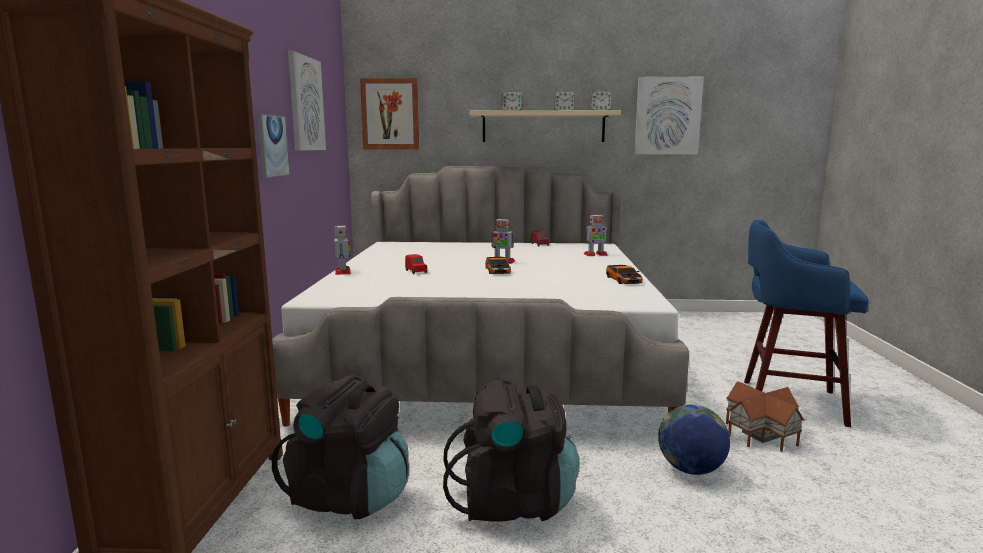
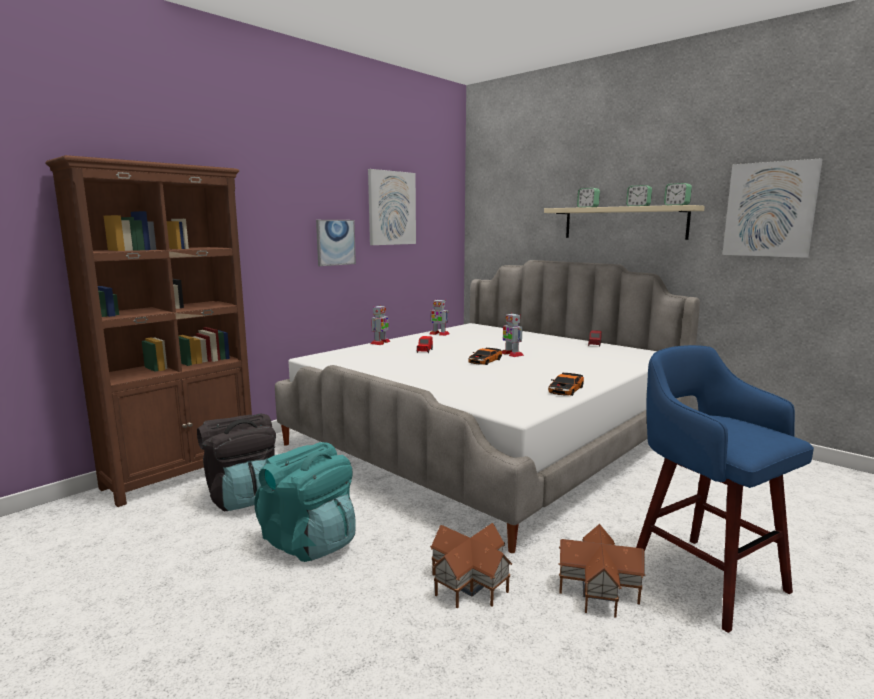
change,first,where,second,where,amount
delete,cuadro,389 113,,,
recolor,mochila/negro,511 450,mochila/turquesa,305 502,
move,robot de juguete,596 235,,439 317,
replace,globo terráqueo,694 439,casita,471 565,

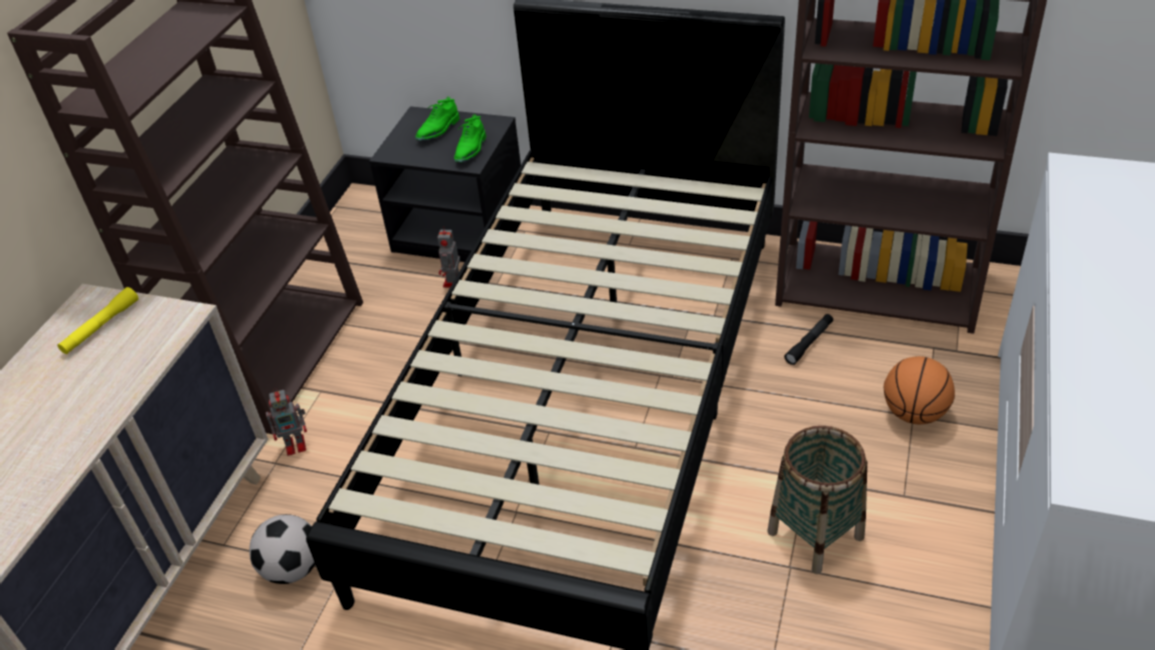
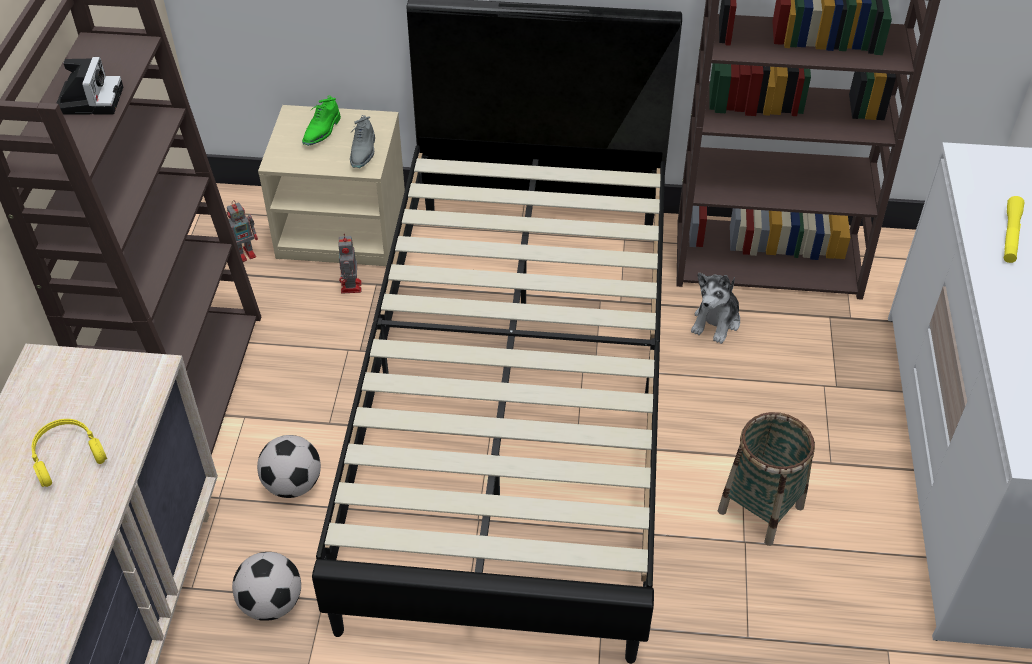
change,first,where,second,where,amount
move,linterna/amarillo,98 320,,1014 229,
move,robot de juguete,286 422,,242 231,
recolor,mesita de noche/negro,445 184,mesita de noche/beis,331 186,
recolor,zapato/verde,470 138,zapato/gris,362 141,
replace,linterna/negro,808 339,peluche,715 308,
delete,balón de baloncesto,919 390,,,
insert,,,auriculares/amarillo,69 453,
insert,,,cámara,89 86,
insert,,,balón de fútbol,289 466,

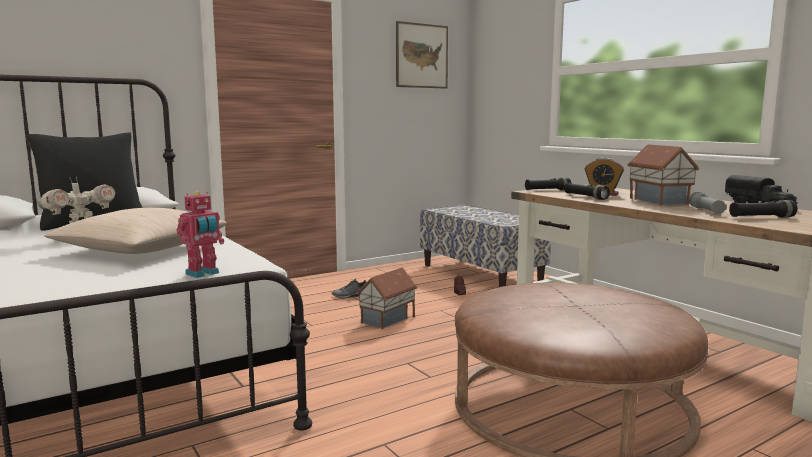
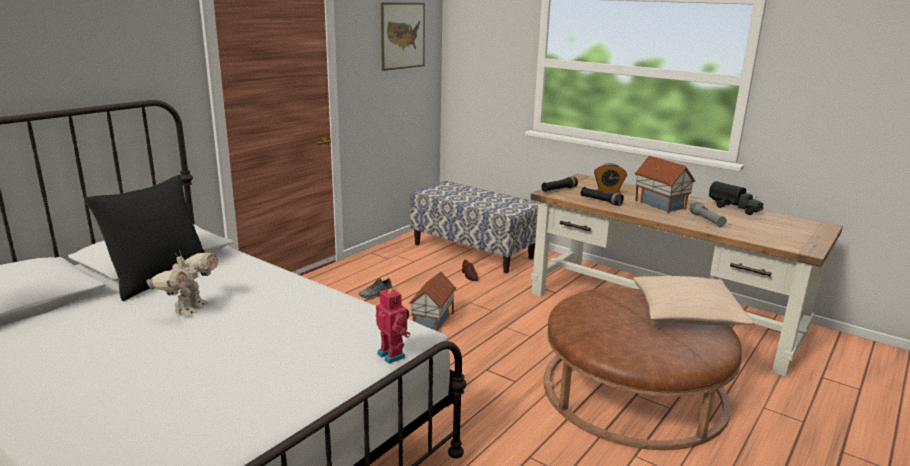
change,first,where,second,where,amount
move,cojín/beis,136 231,,693 300,
rotate,robot de juguete,200 234,,393 325,60 degrees counterclockwise
delete,linterna/negro,763 208,,,

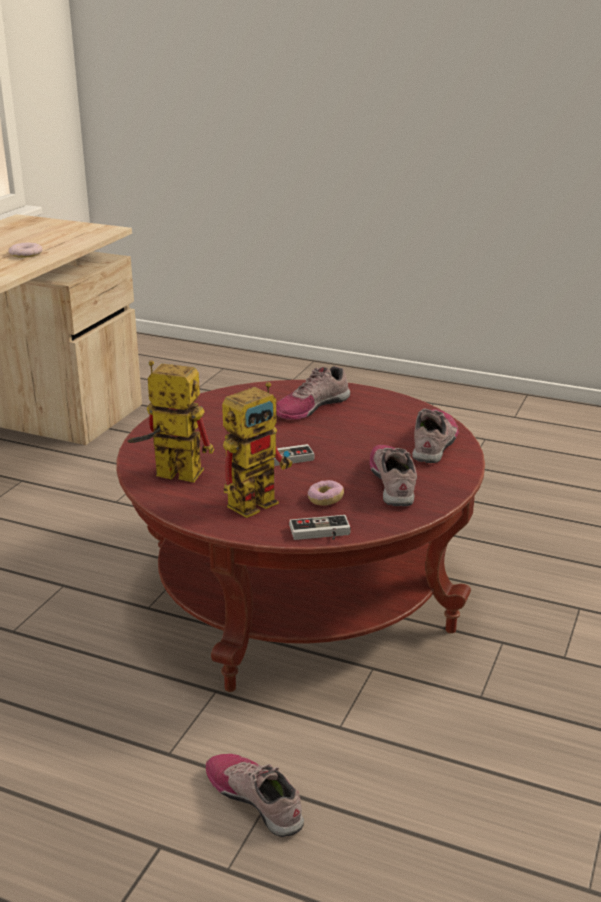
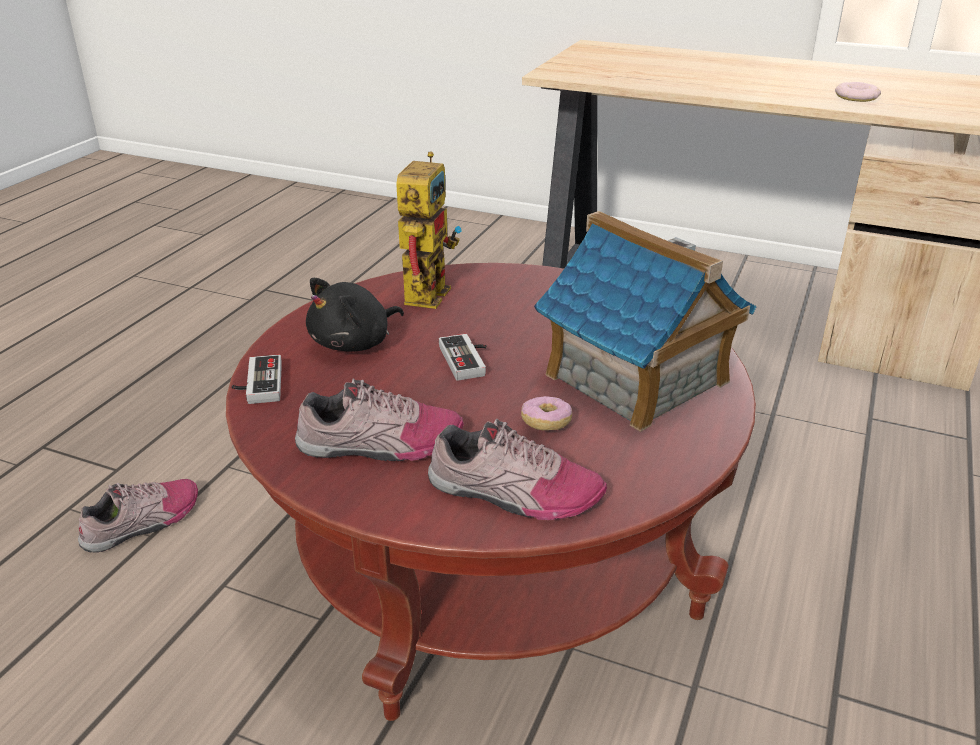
change,first,where,second,where,amount
replace,robot de juguete,257 450,peluche/negro,355 315,
replace,zapato,313 393,casita,645 321,
move,rosquilla,326 493,,546 413,

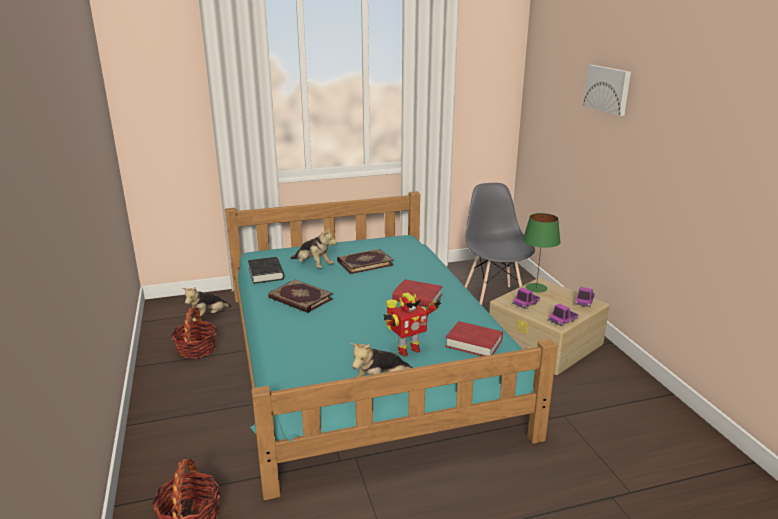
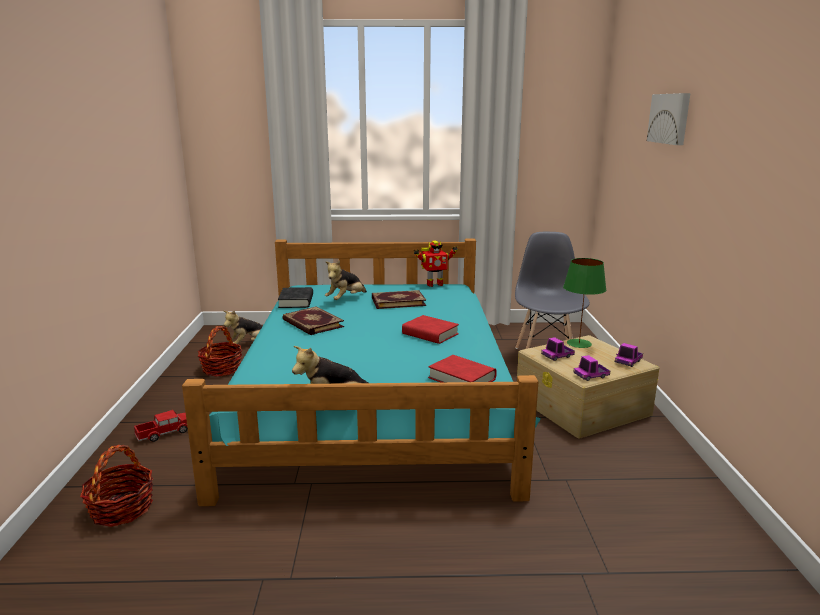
change,first,where,second,where,amount
rotate,peluche,314 247,,346 280,75 degrees clockwise
move,robot de juguete,412 324,,436 263,
insert,,,camión de juguete,161 426,

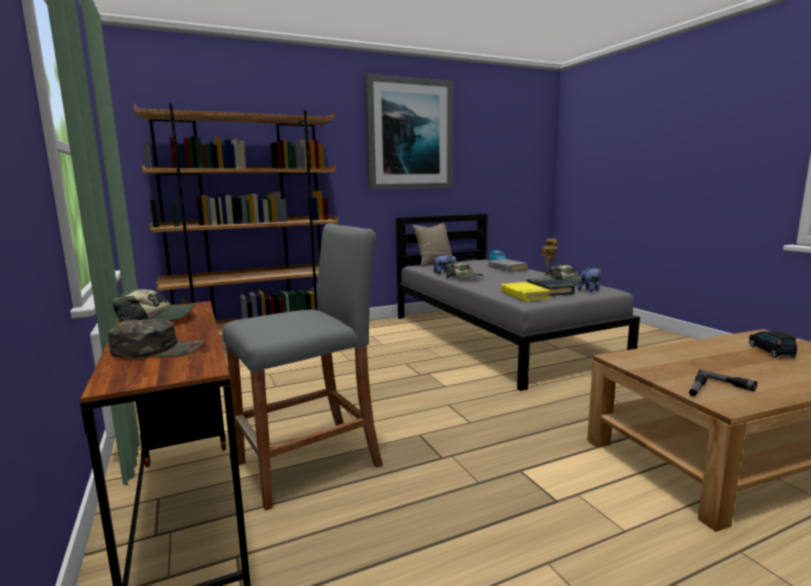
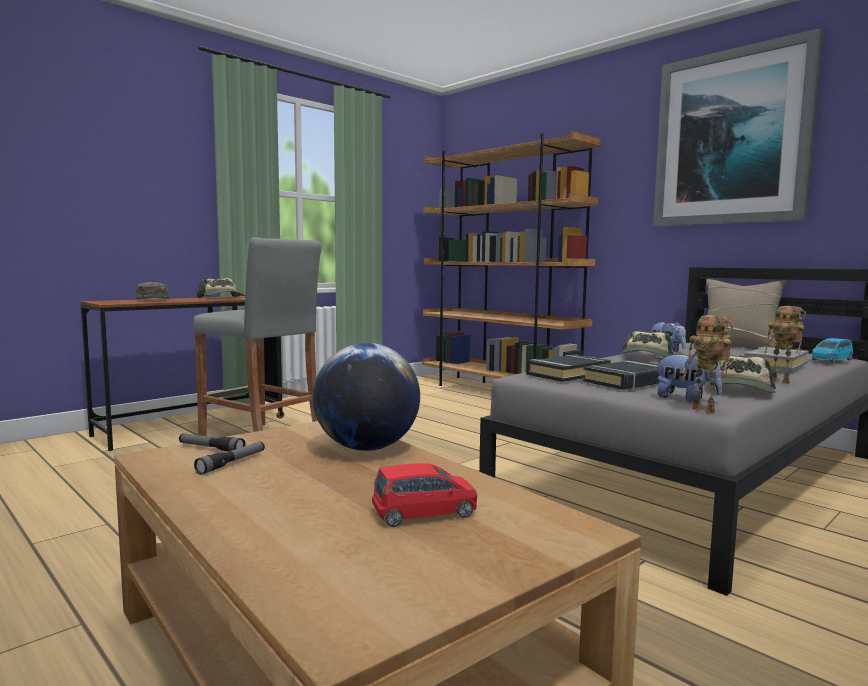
change,first,where,second,where,amount
recolor,libro/amarillo,526 291,libro/negro,568 368,
recolor,coche de juguete/negro,773 344,coche de juguete/rojo,425 495,
insert,,,globo terráqueo,366 397,
insert,,,robot de juguete,708 364,

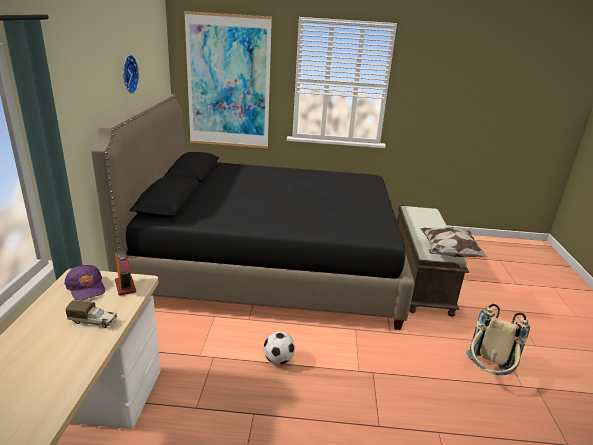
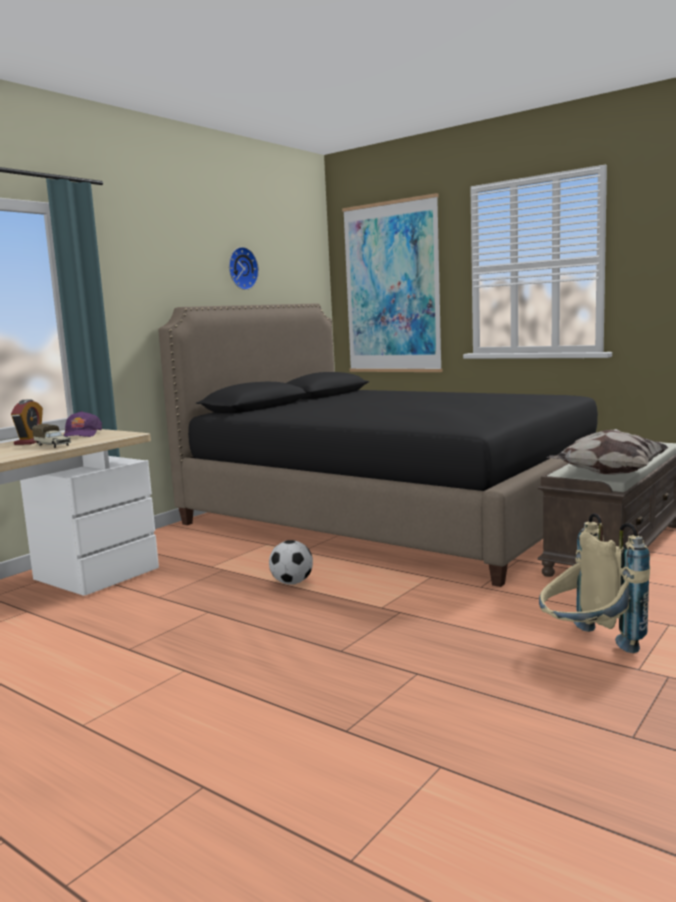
change,first,where,second,where,amount
move,despertador,125 273,,27 422,

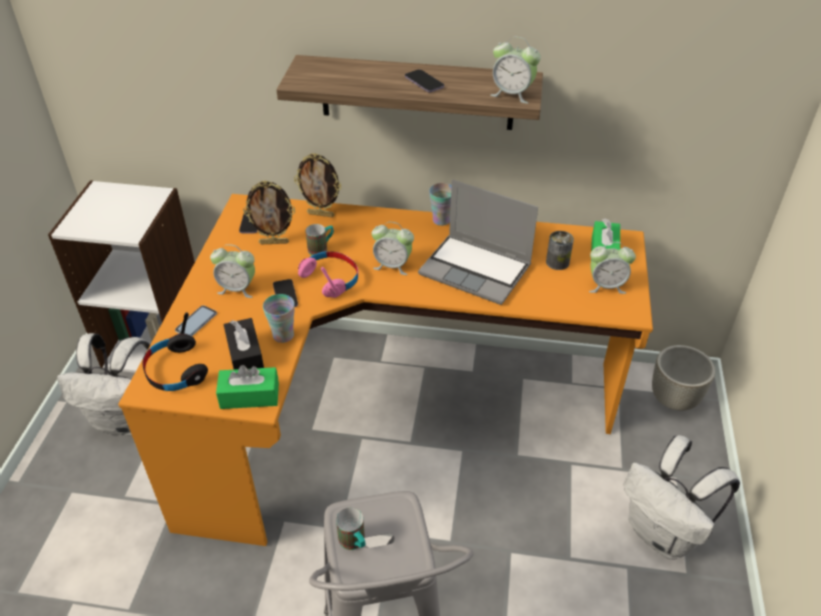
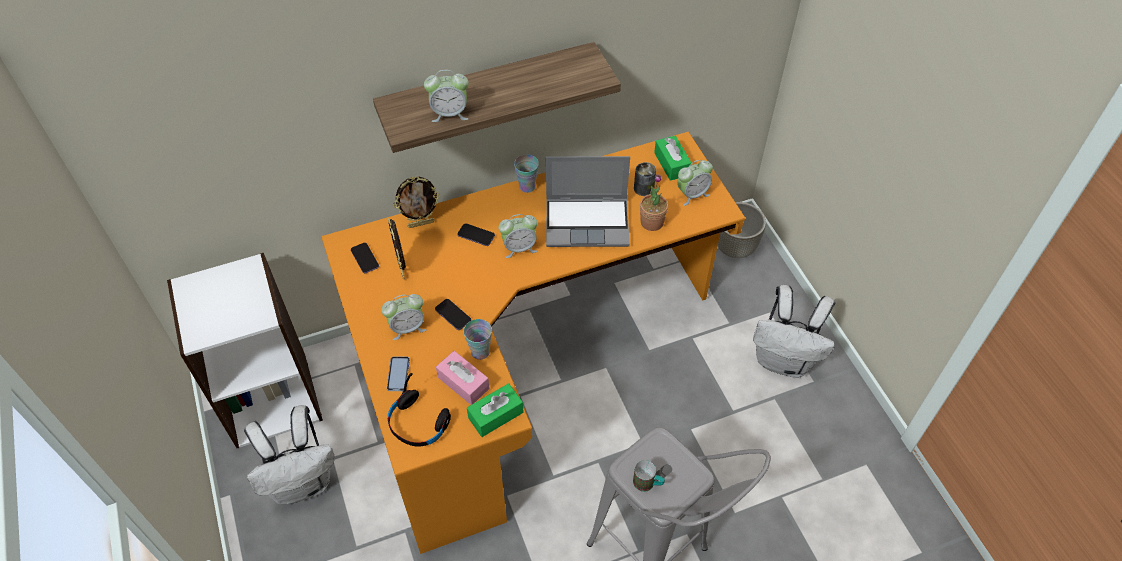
change,first,where,second,where,amount
recolor,caja de pañuelos/negro,243 344,caja de pañuelos/rosa,463 378,
rotate,portarretratos,269 212,,397 249,105 degrees clockwise
delete,auriculares/rosa,328 274,,,
delete,taza grande,320 239,,,
move,móvil,424 81,,476 234,
move,despertador,516 70,,446 96,
insert,,,planta en maceta,654 202,

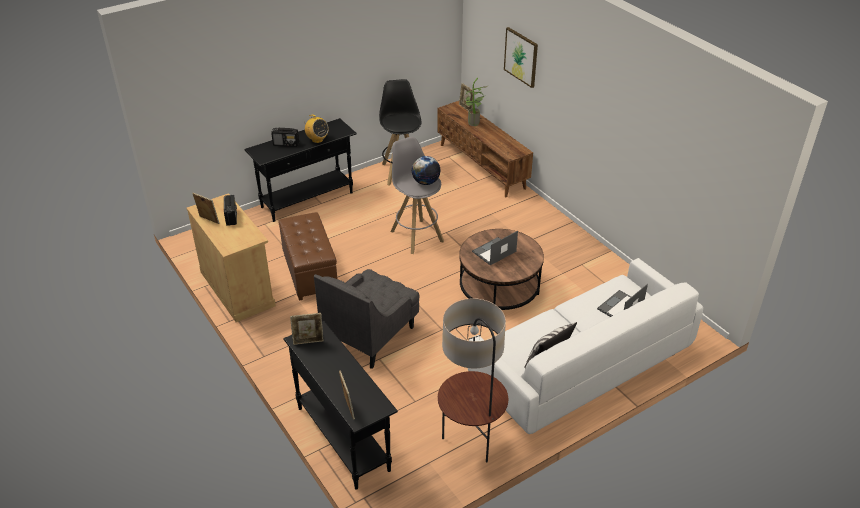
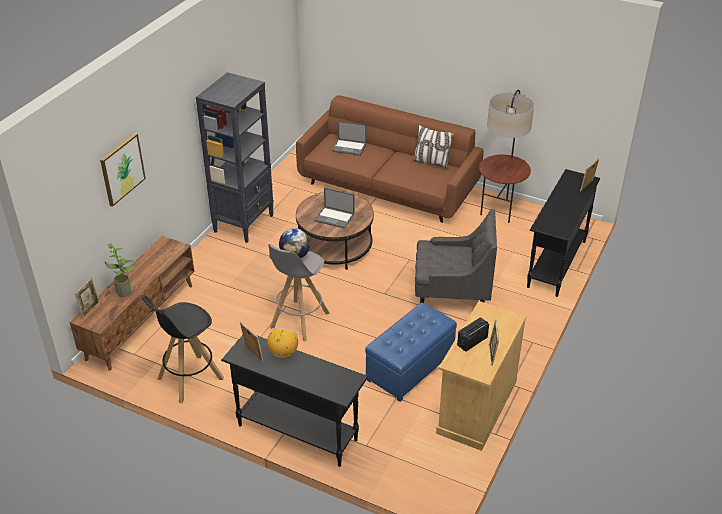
change,first,where,second,where,amount
delete,radio,285 137,,,
recolor,puf/marrón,307 256,puf/azul,411 352,
move,portarretratos,307 329,,252 342,
recolor,sofá/blanco,585 346,sofá/marrón,390 159,
insert,,,estantería/negro,235 157,

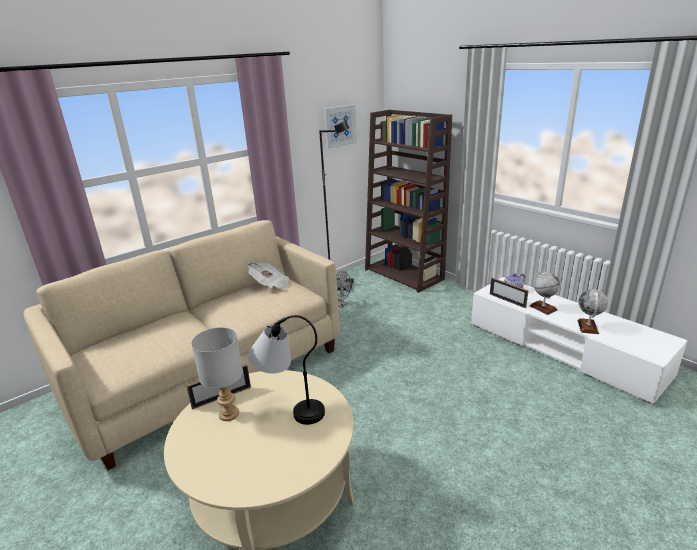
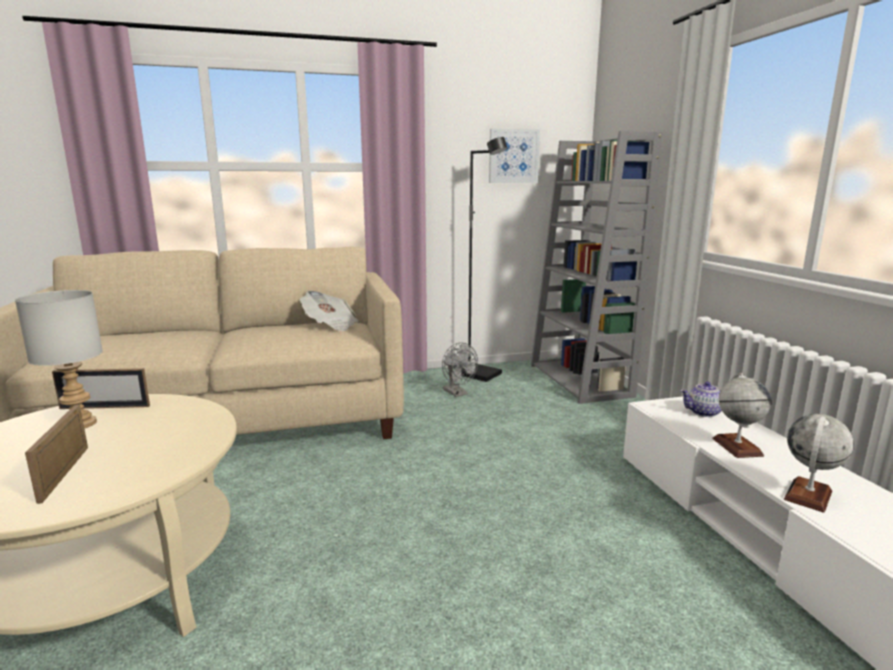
change,first,where,second,where,amount
delete,lámpara de mesa,286 370,,,
recolor,estantería/marrón,408 201,estantería/gris,597 267,
move,portarretratos,509 293,,56 454,

